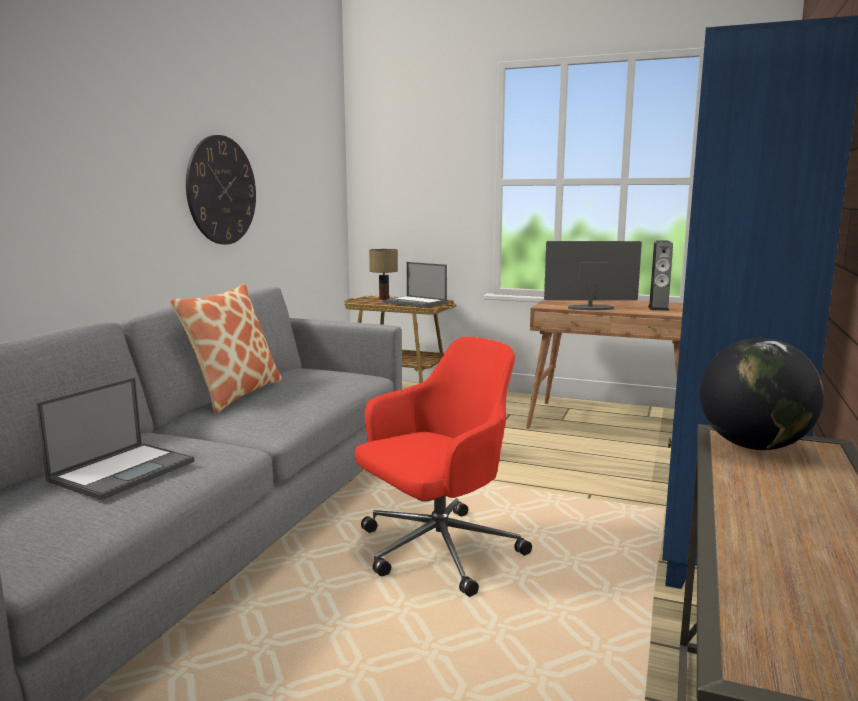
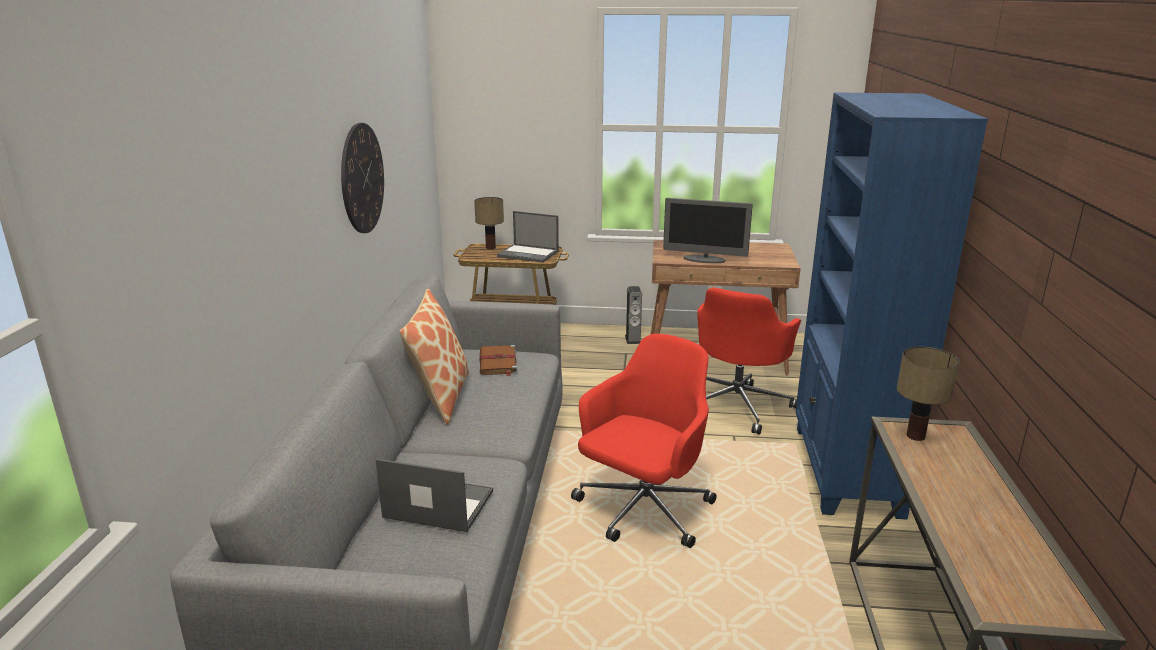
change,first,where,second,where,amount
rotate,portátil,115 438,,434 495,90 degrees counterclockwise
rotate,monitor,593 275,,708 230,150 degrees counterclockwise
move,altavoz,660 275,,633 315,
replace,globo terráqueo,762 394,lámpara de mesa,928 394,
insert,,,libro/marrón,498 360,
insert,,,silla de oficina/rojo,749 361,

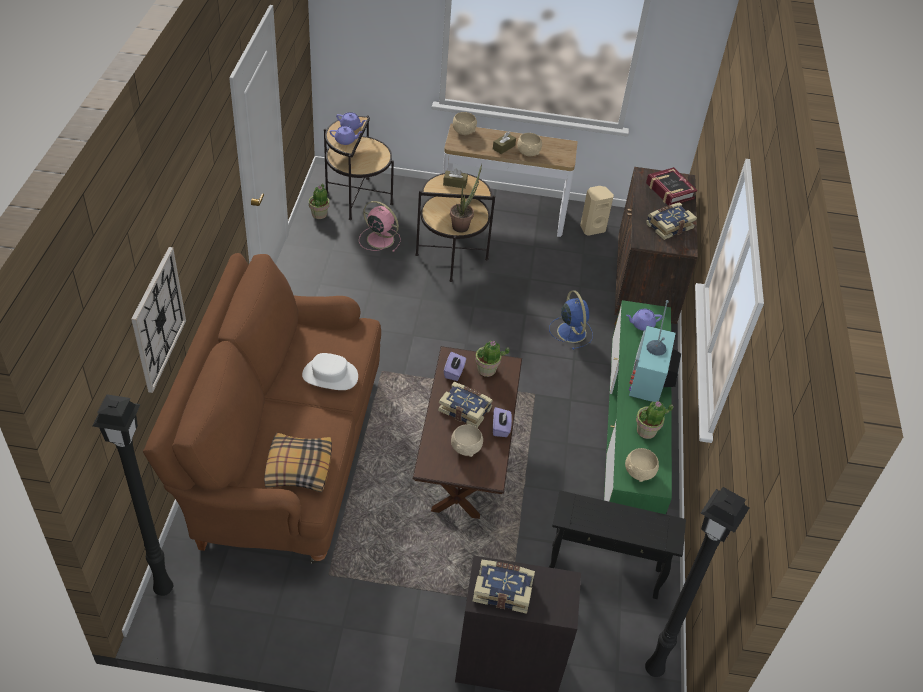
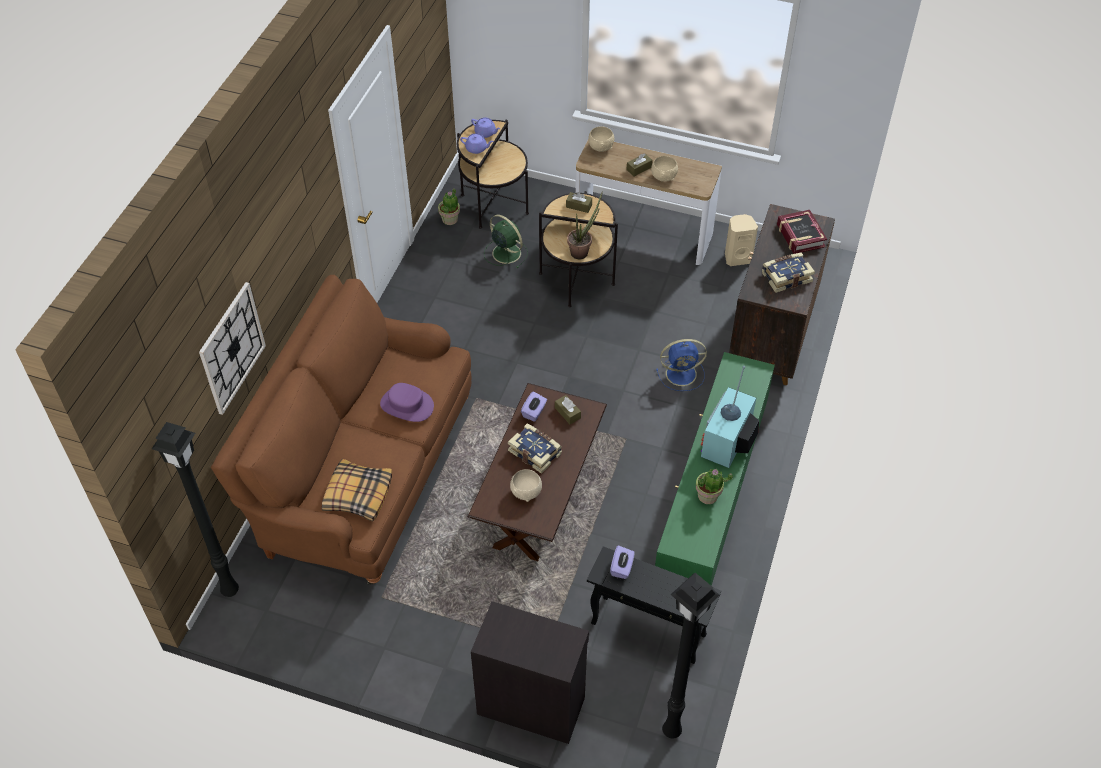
change,first,where,second,where,amount
recolor,sombrero/blanco,330 371,sombrero/morado,407 402,
recolor,ventilador/rosa,380 226,ventilador/verde,506 241,
delete,libro,504 587,,,
replace,planta en maceta,492 359,caja de pañuelos/marrón,568 409,
move,caja de pañuelos/morado,502 422,,622 562,
rotate,ventilador/azul,571 320,,681 365,90 degrees clockwise
delete,cuenco/beis,642 465,,,
delete,tetera/morado,644 320,,,

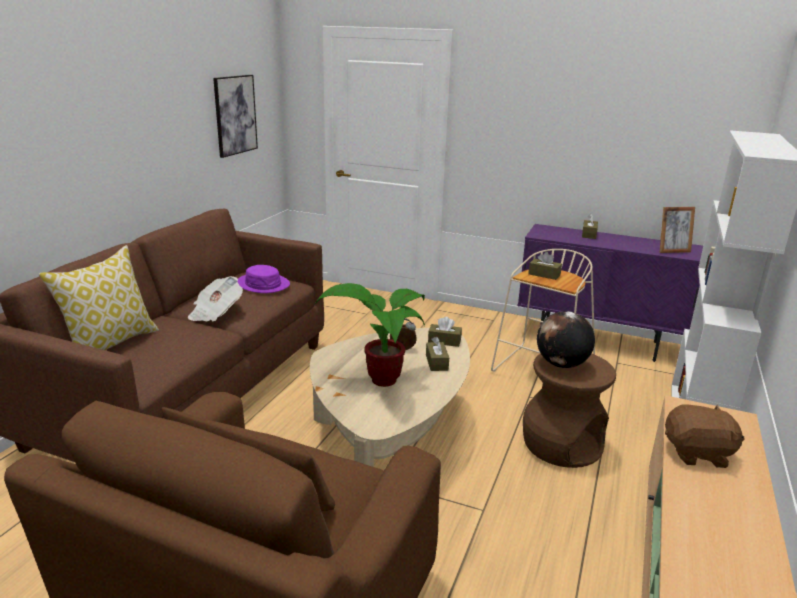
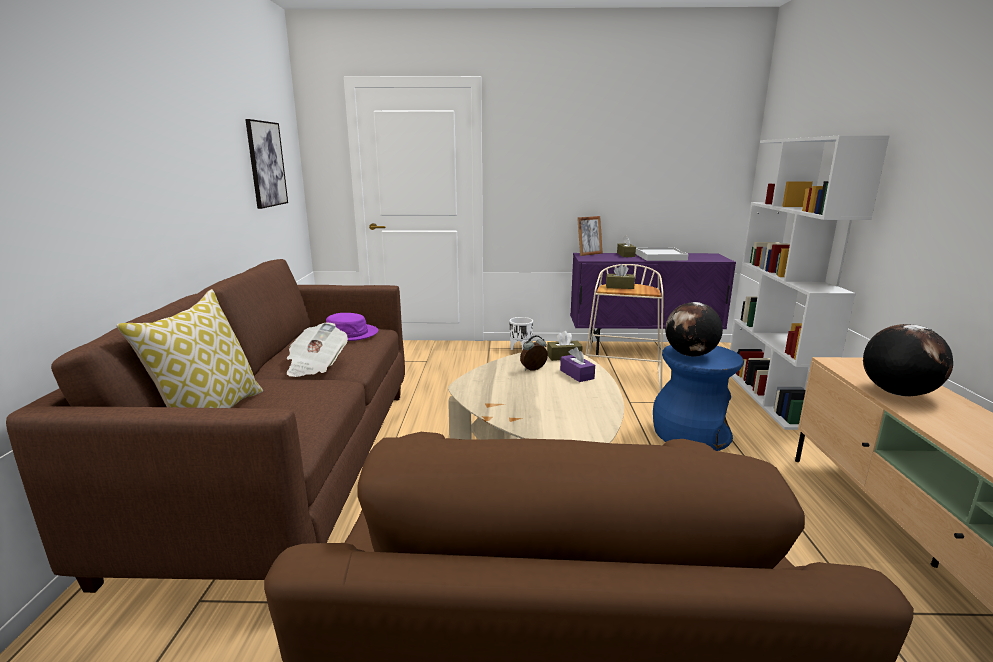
change,first,where,second,where,amount
delete,planta en maceta,370 335,,,
recolor,caja de pañuelos/marrón,437 354,caja de pañuelos/morado,577 364,
recolor,taburete/marrón,569 410,taburete/azul,698 398,
move,portarretratos,677 230,,590 236,
replace,peluche/marrón,705 436,globo terráqueo,908 360,
insert,,,maceta/blanco,521 333,
insert,,,bandeja/blanco,662 254,

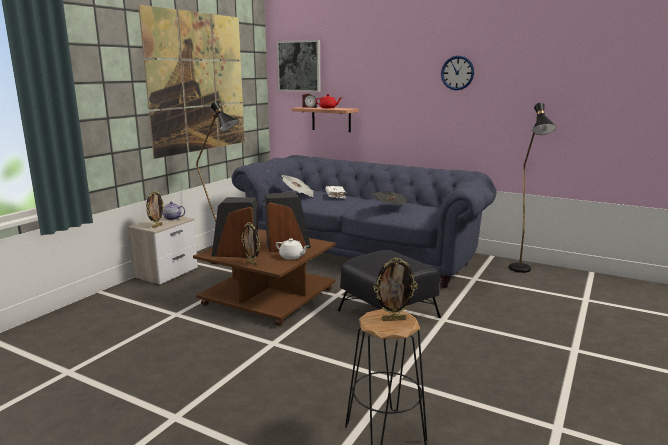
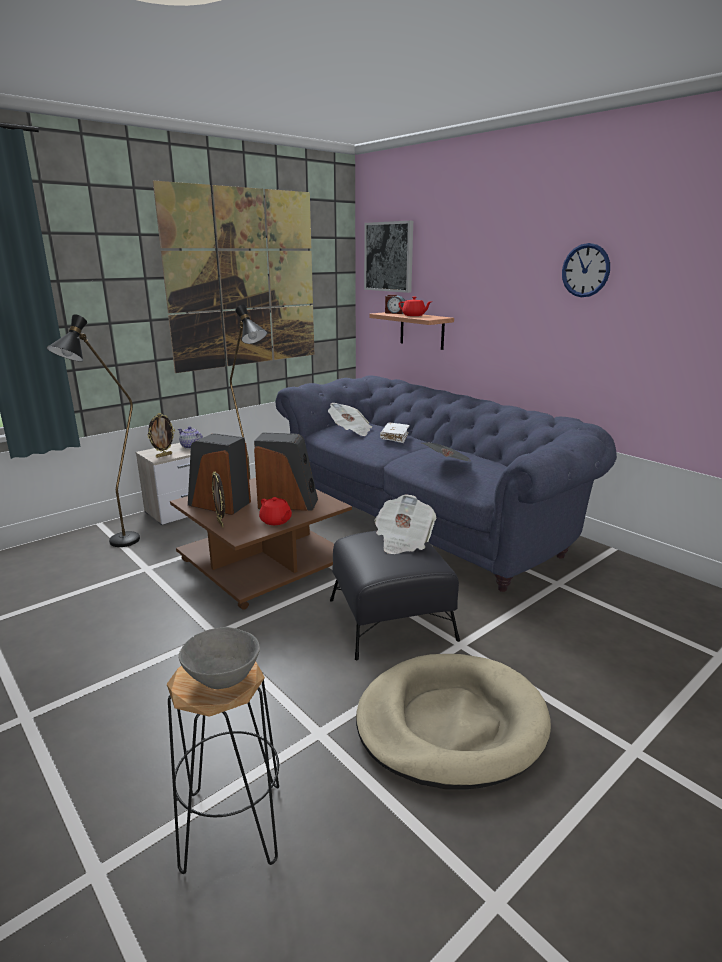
change,first,where,second,where,amount
recolor,tetera/blanco,292 249,tetera/rojo,275 511,
replace,portarretratos,395 289,cuenco/gris,219 658,
move,lámpara de pie/negro,533 188,,93 430,
insert,,,cama para perro/beis,453 721,
insert,,,periódico,405 524,

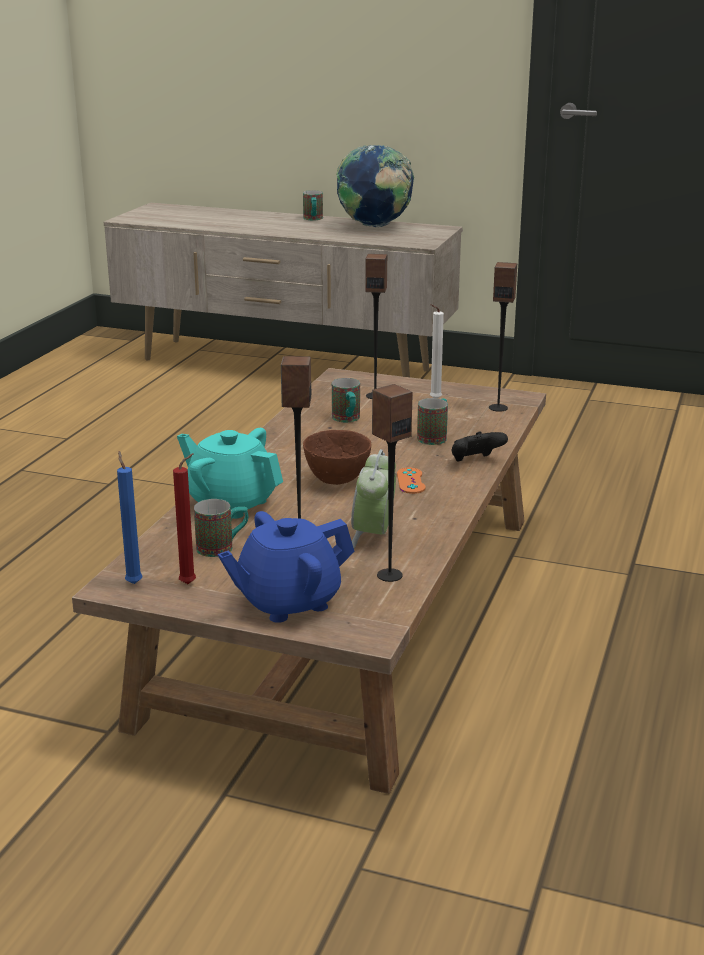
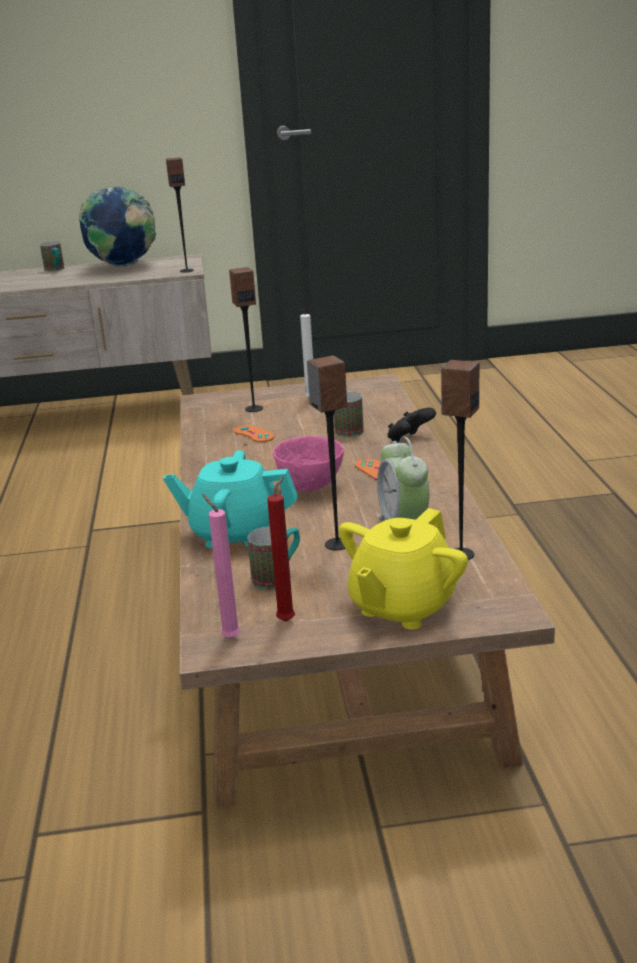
change,first,where,second,where,amount
recolor,vela/azul,129 517,vela/rosa,221 566,
recolor,tetera/azul,286 567,tetera/amarillo,403 569,
recolor,cuenco/marrón,337 457,cuenco/rosa,308 464,
replace,taza grande,346 400,mando de consola/naranja,254 433,
move,altavoz,503 337,,180 215,

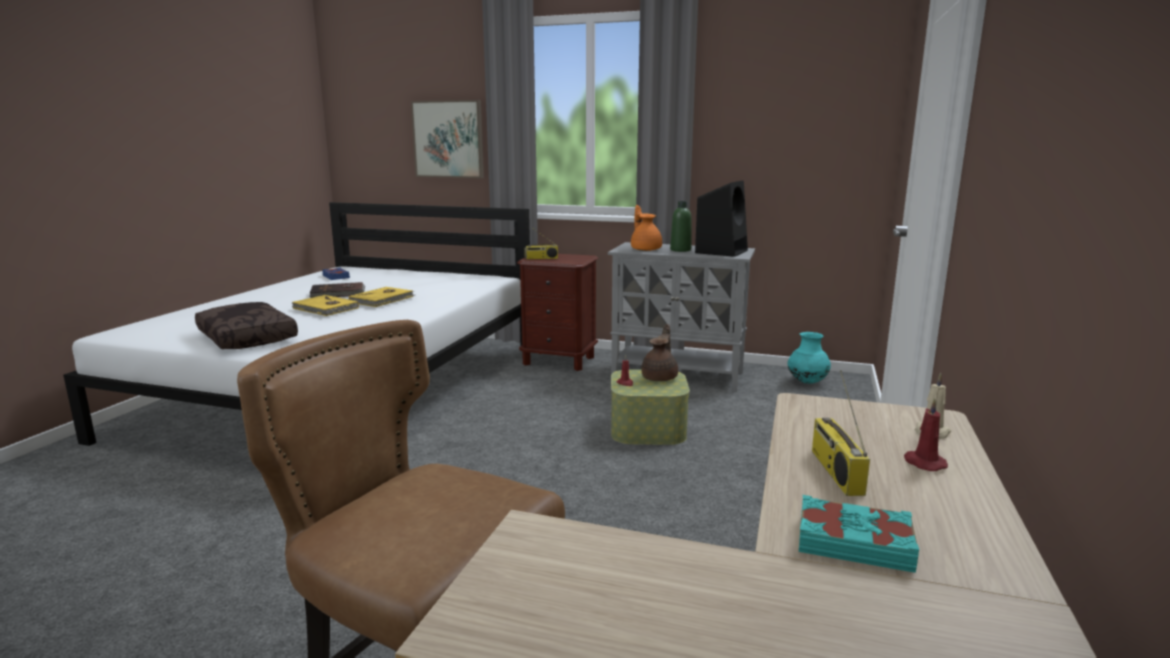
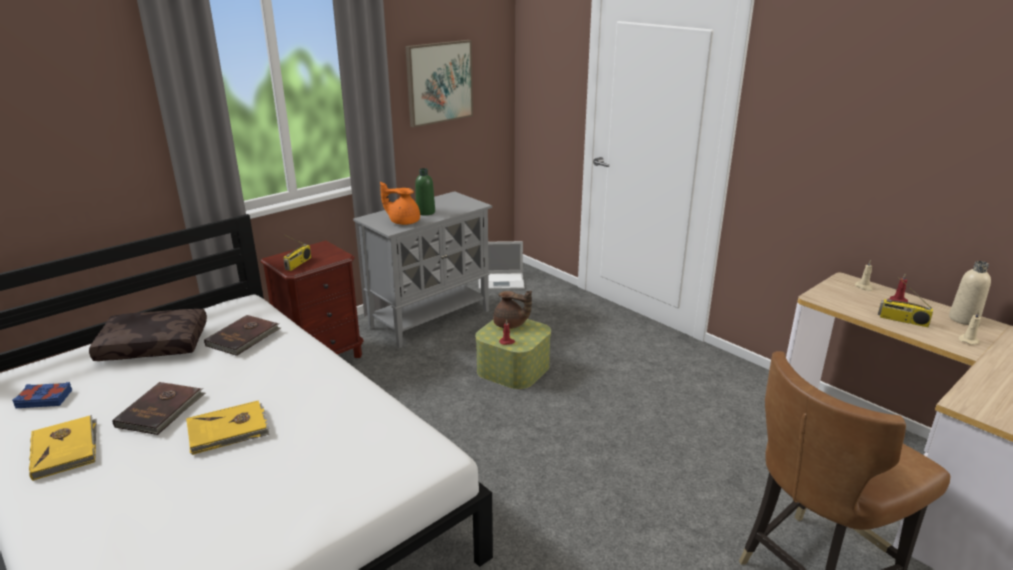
change,first,where,second,where,amount
move,cojín/marrón,246 325,,148 335,
move,libro/amarillo,382 297,,63 448,
move,cuadro,447 139,,439 83,
rotate,tetera/marrón,659 352,,512 310,150 degrees clockwise
delete,altavoz/negro,721 218,,,
replace,florero/turquesa,809 358,portátil,502 265,
replace,libro/turquesa,859 534,vela/beis,969 328,
insert,,,libro/marrón,242 335,
insert,,,botella/beis,970 293,

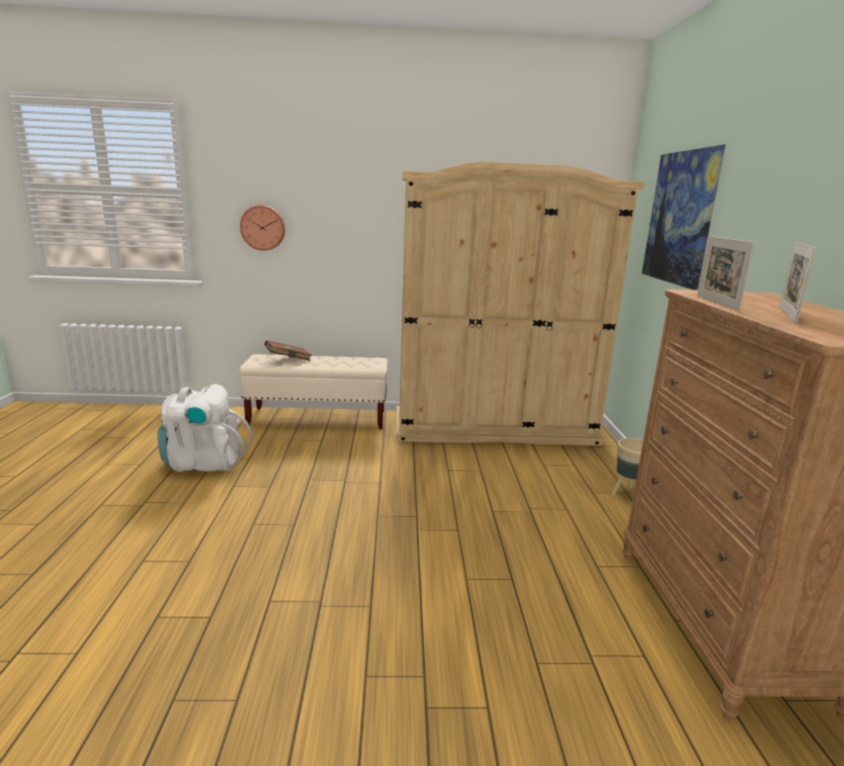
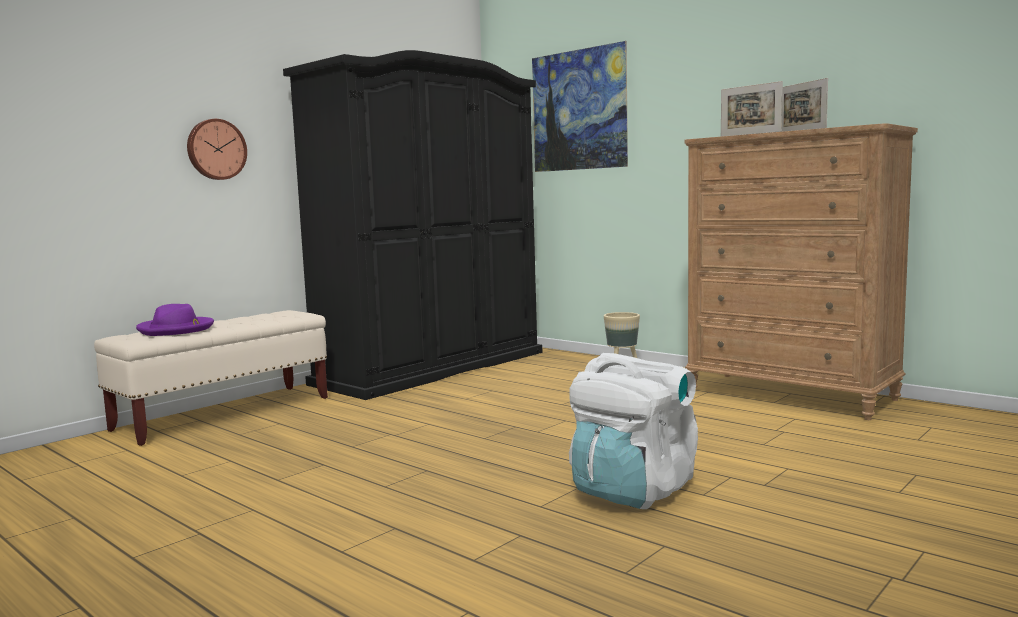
change,first,where,second,where,amount
move,mochila/blanco,204 428,,633 431,
move,reloj de pared,262 228,,217 149,
replace,libro/marrón,288 351,sombrero/morado,175 320,
recolor,armario ropero/beis,520 304,armario ropero/negro,412 225,

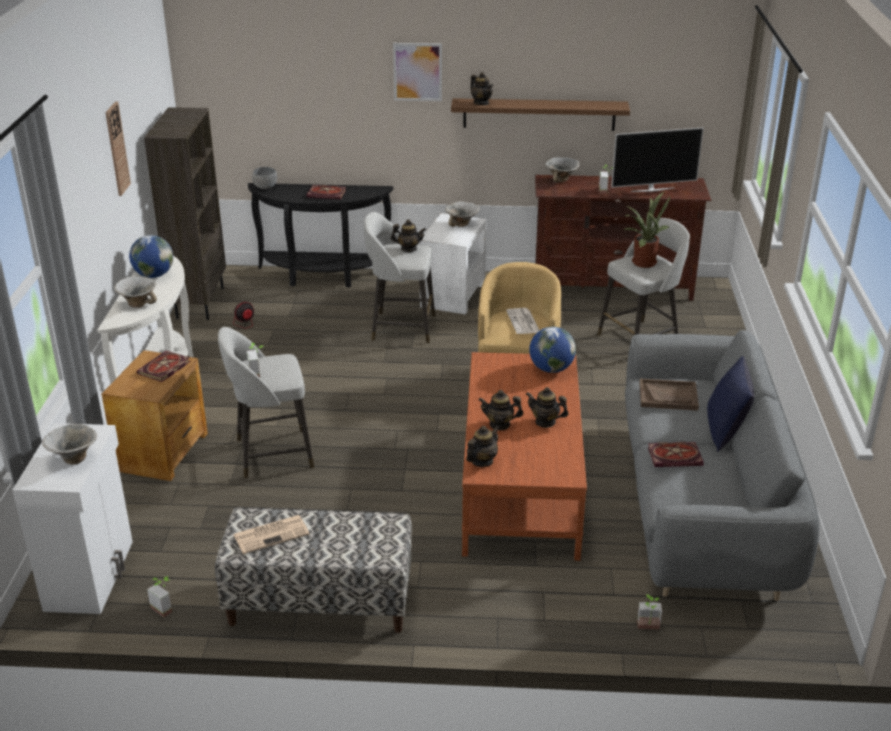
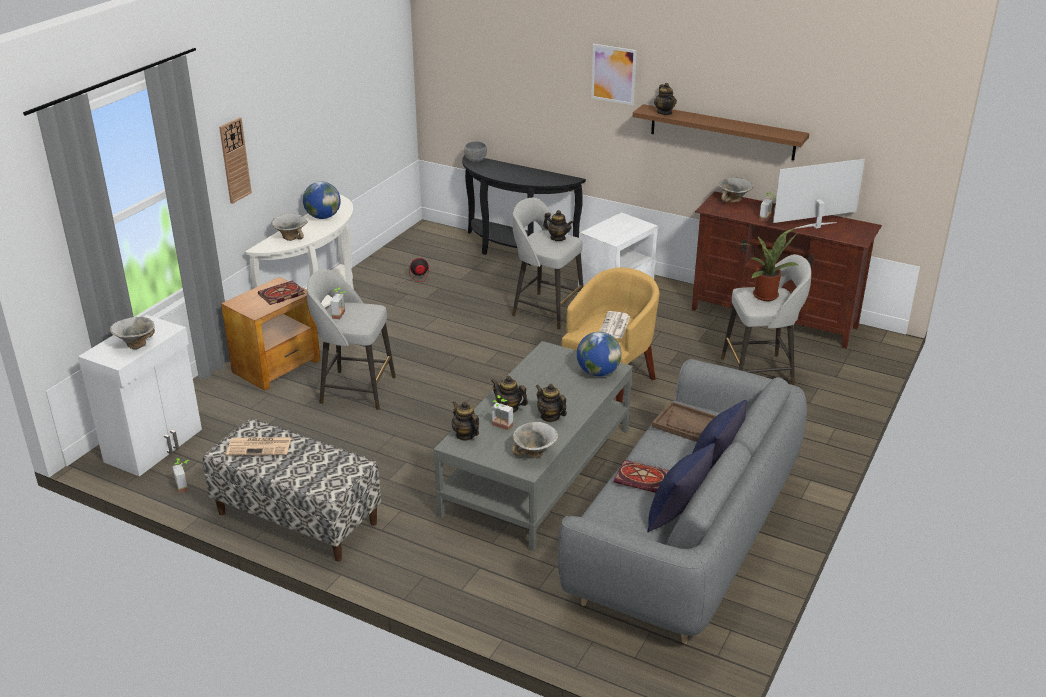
change,first,where,second,where,amount
move,reloj de pared,118 148,,235 160,
delete,estantería/marrón,185 213,,,
delete,libro,326 192,,,
move,cuenco,462 214,,535 440,
recolor,mesa de centro/marrón,524 456,mesa de centro/gris,533 446,
rotate,tetera,482 446,,465 421,105 degrees counterclockwise
rotate,televisor,657 159,,819 194,150 degrees clockwise
move,planta en maceta,649 612,,502 413,
insert,,,cojín/azul,681 487,

